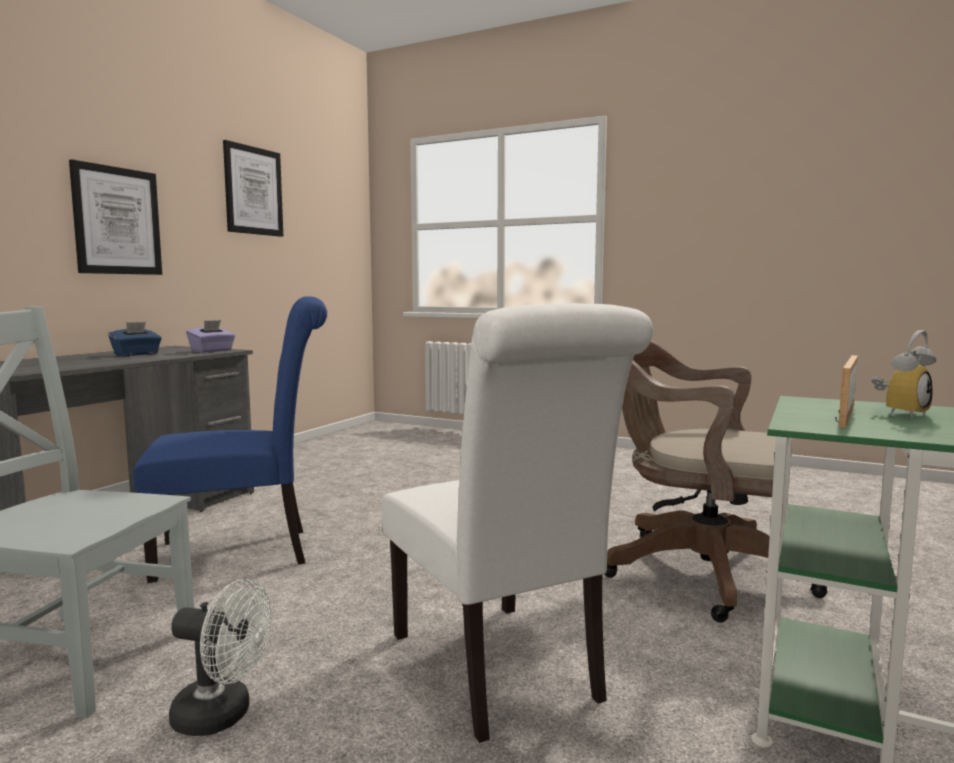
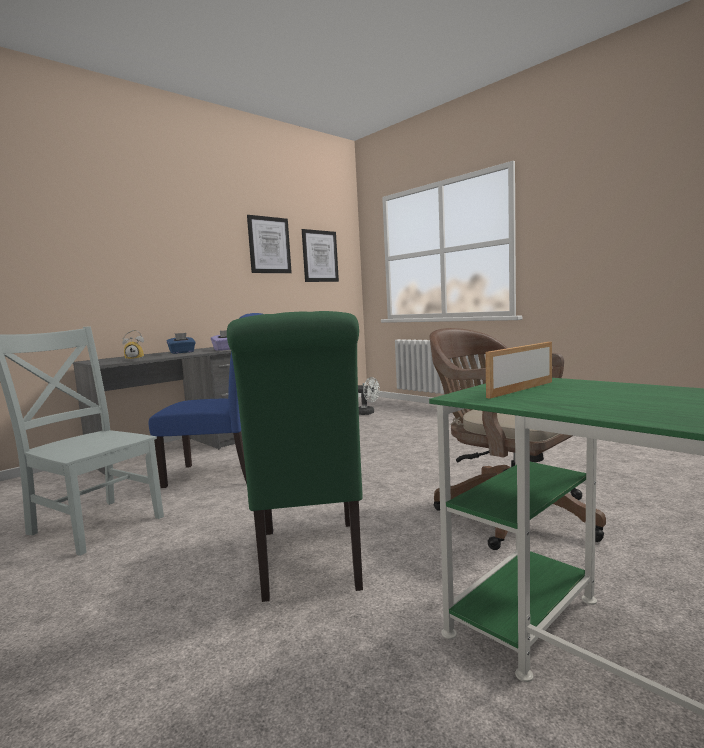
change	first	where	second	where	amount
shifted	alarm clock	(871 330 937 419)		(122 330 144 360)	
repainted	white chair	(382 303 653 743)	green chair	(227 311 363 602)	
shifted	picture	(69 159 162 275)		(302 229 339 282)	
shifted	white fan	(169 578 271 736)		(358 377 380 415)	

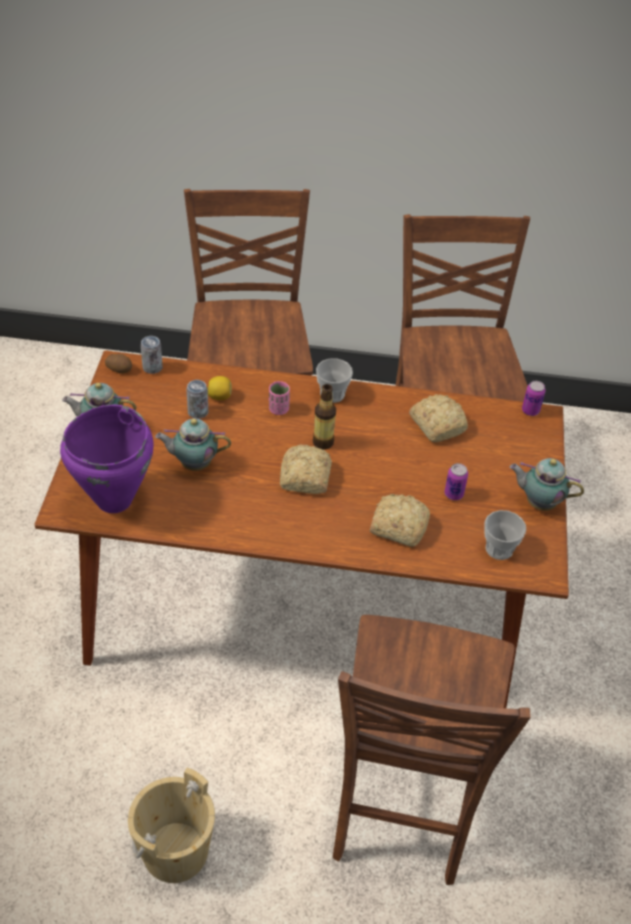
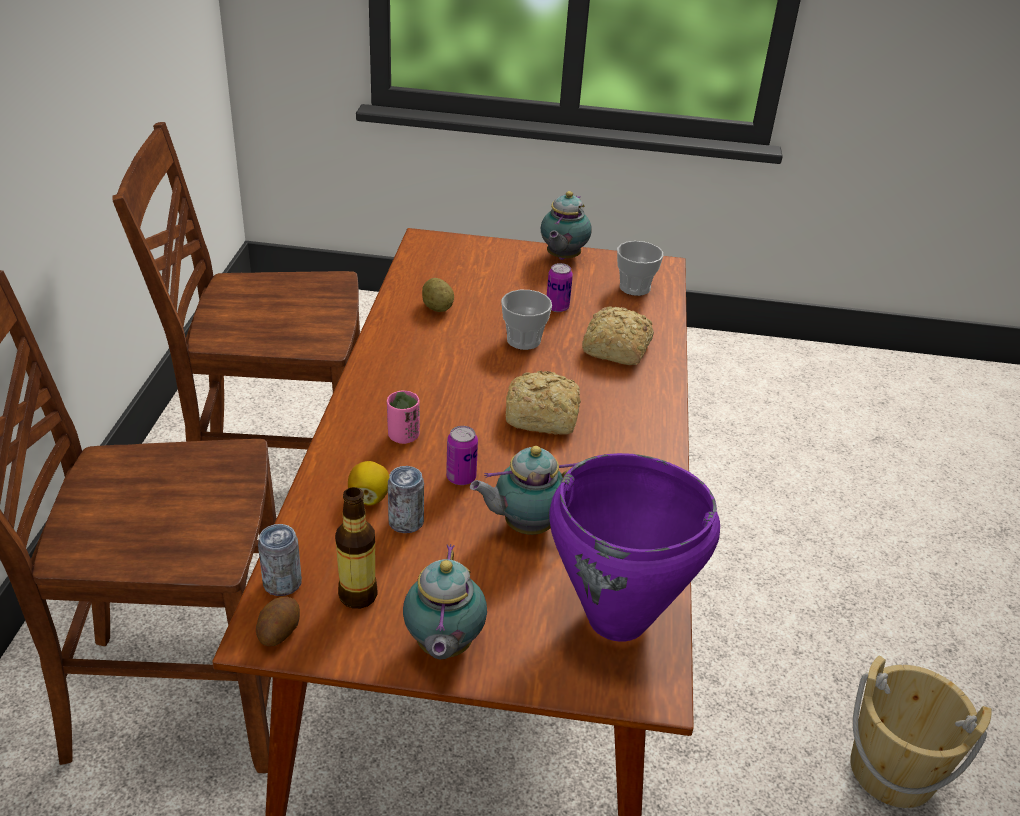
change	first	where	second	where	amount
shifted	bottle	(313 384 336 450)		(335 487 378 609)	
swapped	bread	(409 394 468 442)	potato	(422 278 454 312)	
shifted	can	(522 381 546 416)		(446 426 478 485)	
rotated	teapot	(155 418 231 471)		(470 446 580 535)	75 degrees clockwise
shifted	cup	(316 358 353 403)		(501 290 552 350)	
gone	brown chair	(333 615 531 885)			

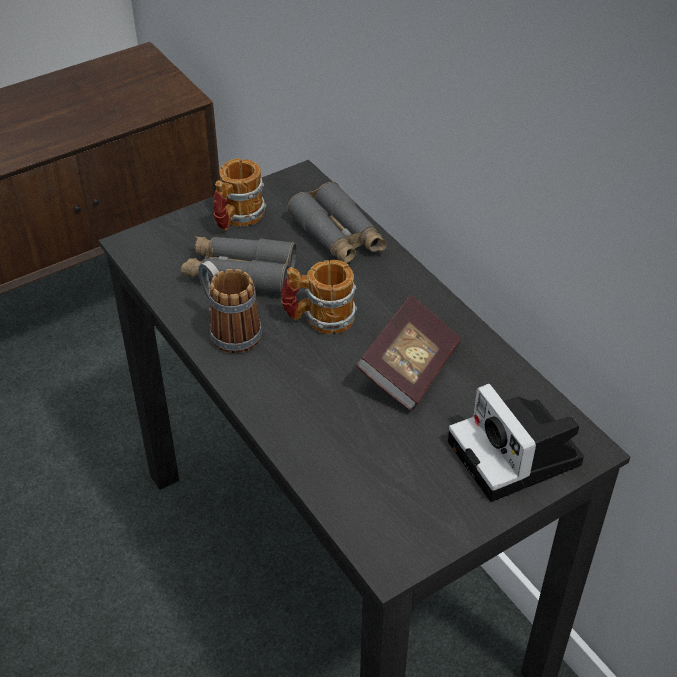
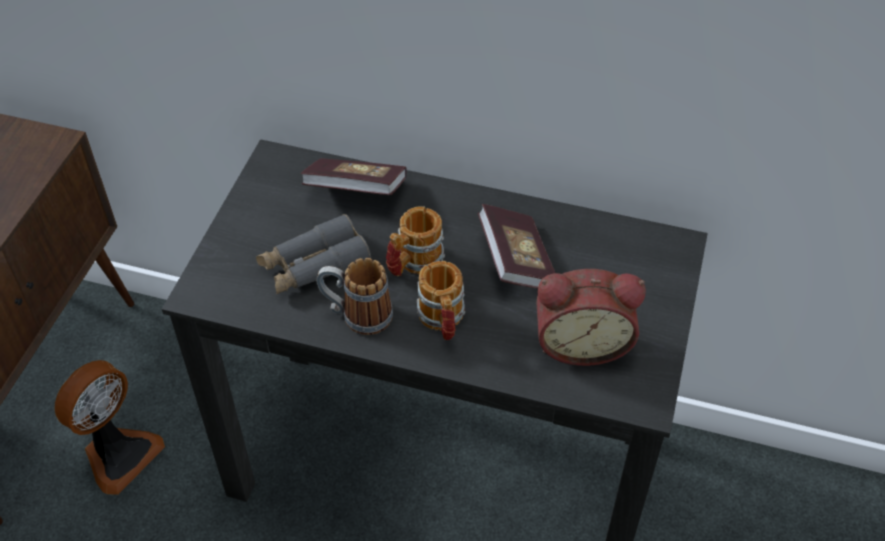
change	first	where	second	where	amount
new			fan	(54 360 165 495)	
swapped	grey binoculars	(287 182 387 263)	book	(301 158 407 195)	
shifted	mug	(213 158 266 231)		(417 261 465 340)	
new			alarm clock	(537 269 646 366)	
gone	photo camera	(448 384 584 502)			

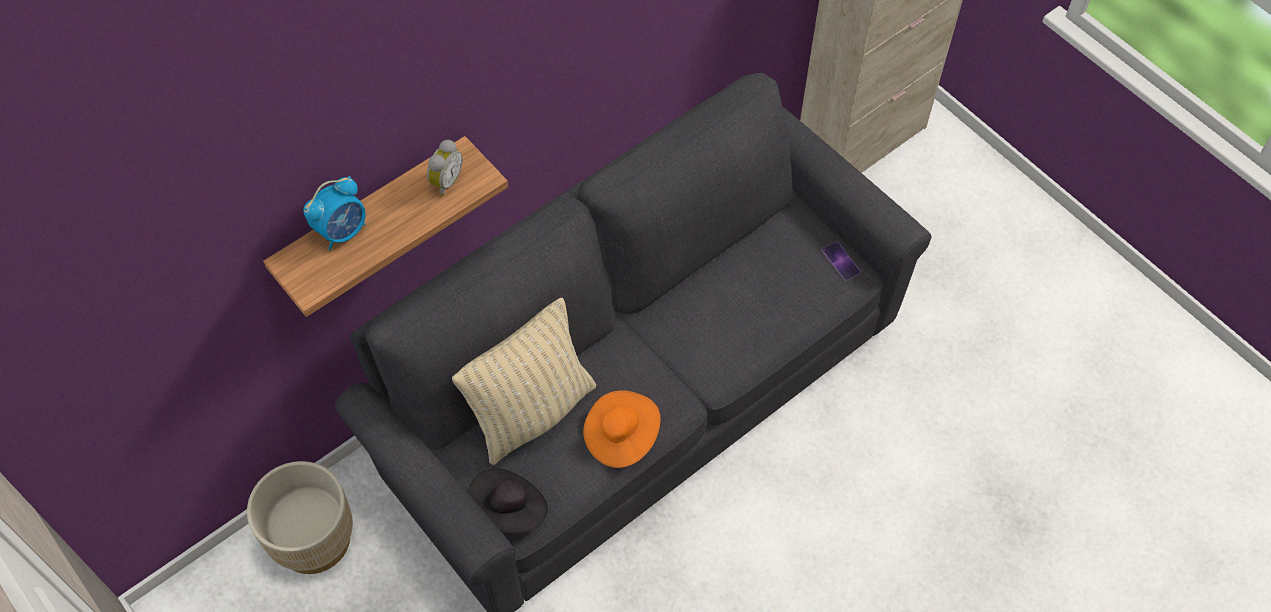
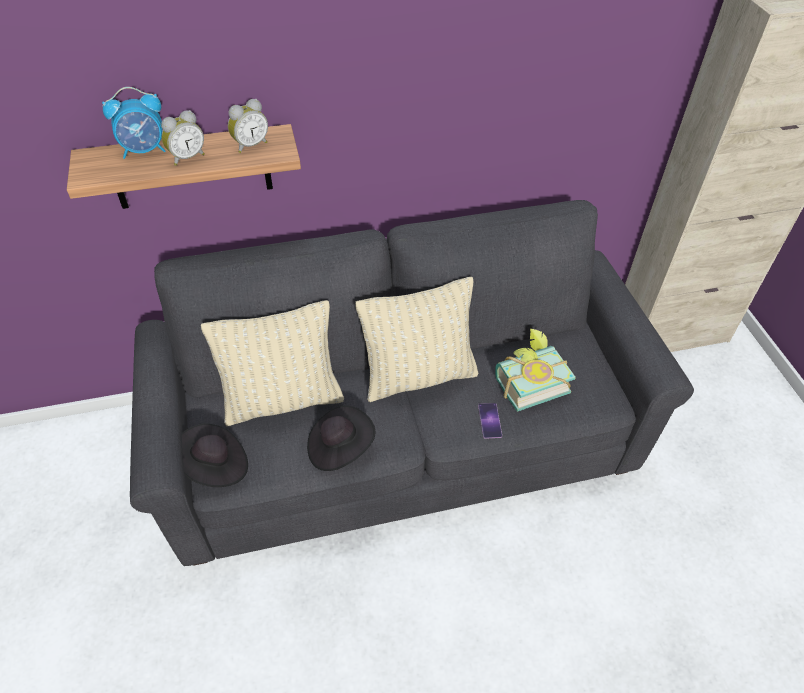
change	first	where	second	where	amount
new			alarm clock	(161 110 205 166)	
repainted	orange hat	(583 391 661 468)	black hat	(307 405 375 471)	
new			beige pillow	(355 277 478 402)	
shifted	phone	(822 242 861 281)		(478 403 502 439)	
new			book	(495 329 576 412)	
gone	beige planter	(247 461 353 574)			

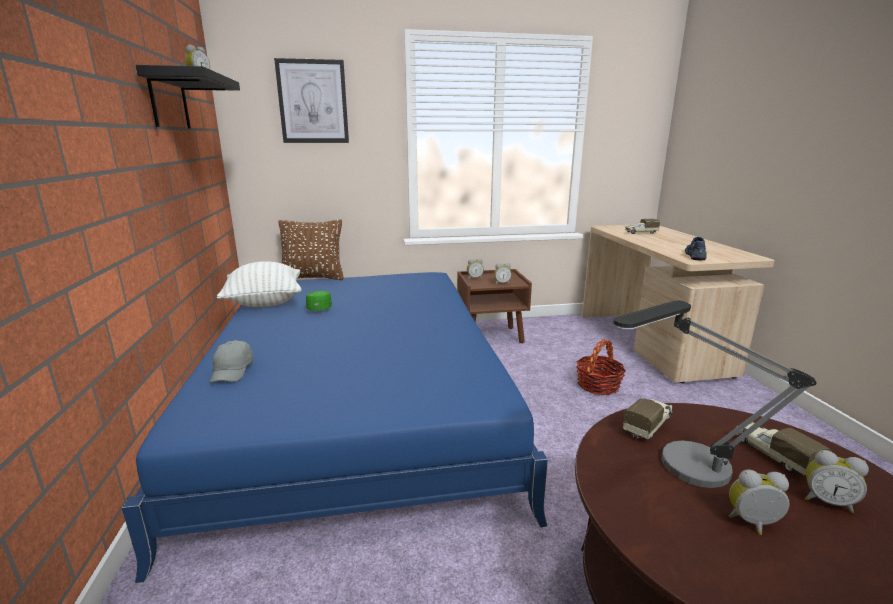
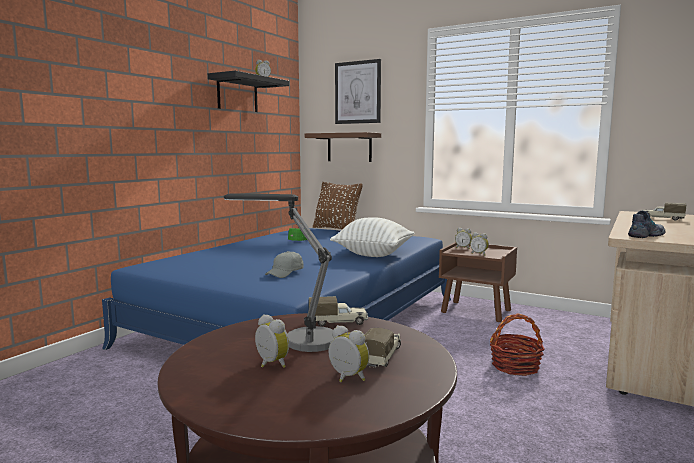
change	first	where	second	where	amount
shifted	grey cap	(210 340 254 383)		(265 251 304 278)	
new			brown shelf	(305 132 381 162)	
rotated	alarm clock	(805 450 869 513)		(329 325 369 382)	150 degrees clockwise
shifted	white pillow	(217 261 302 307)		(330 217 414 257)	

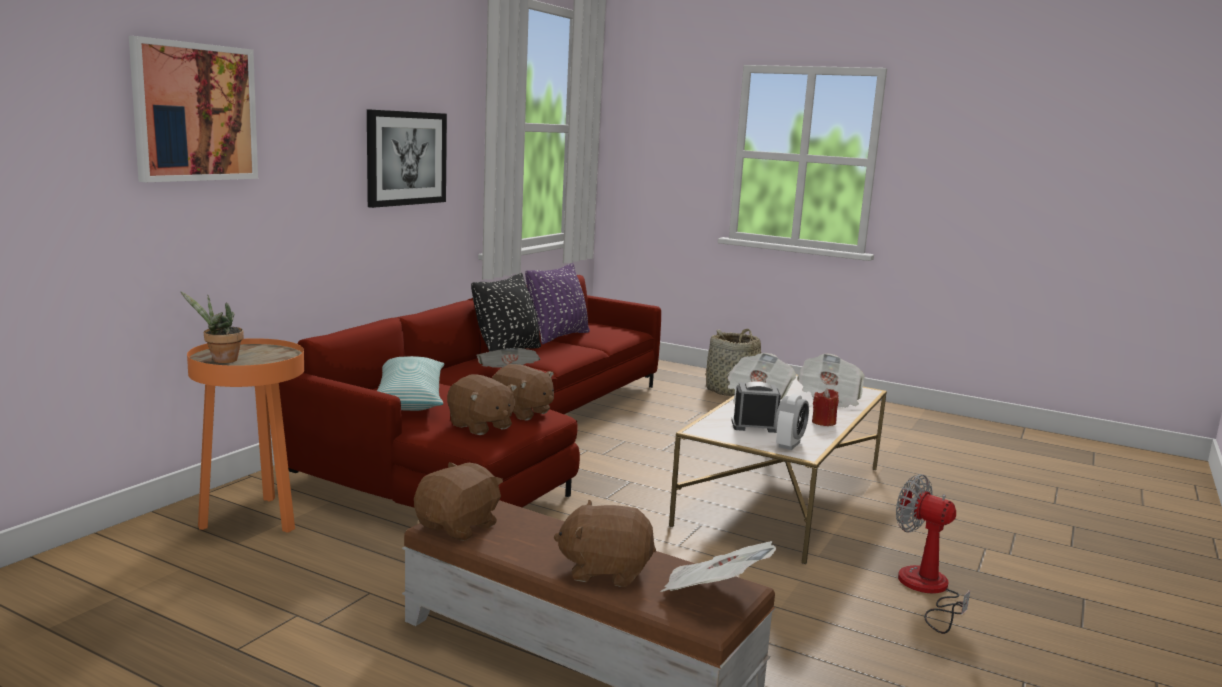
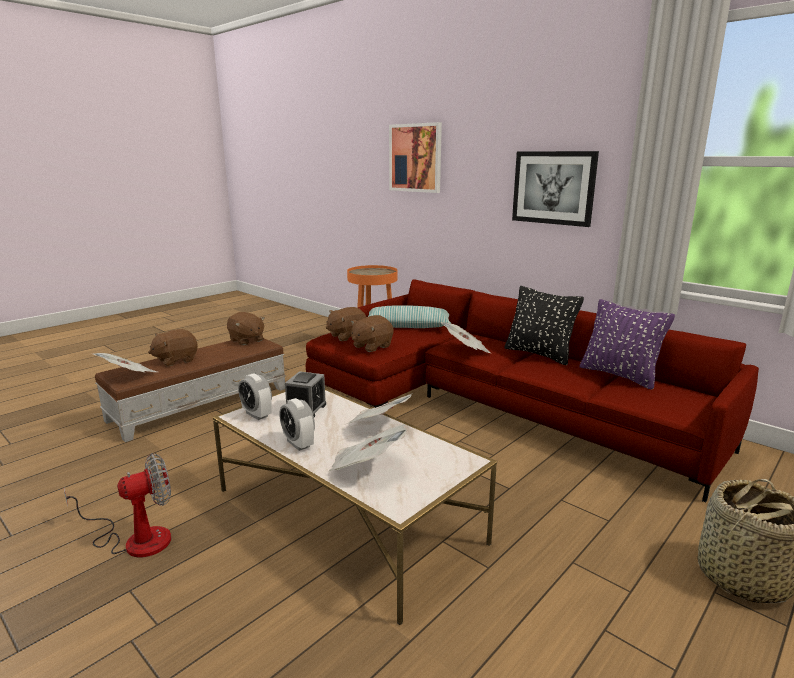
change	first	where	second	where	amount
rotated	brown plush toy	(554 500 656 587)		(148 329 198 367)	150 degrees counterclockwise
swapped	red candle	(812 389 839 426)	alarm clock	(279 398 315 451)	
gone	potted plant	(181 292 244 363)			

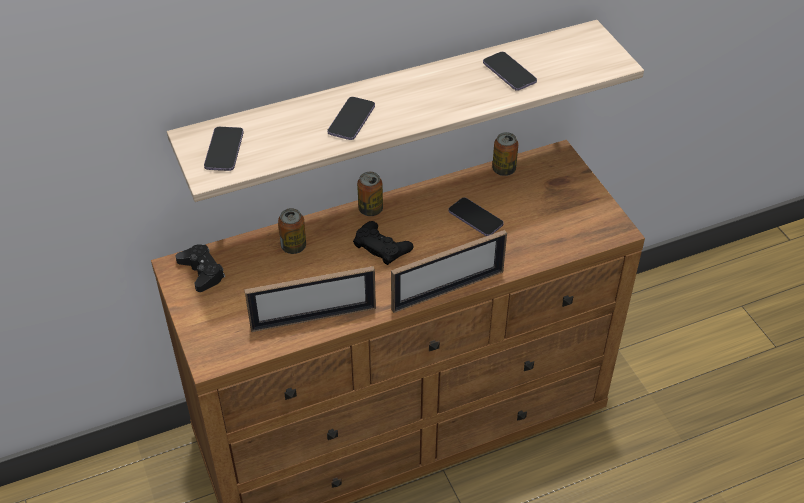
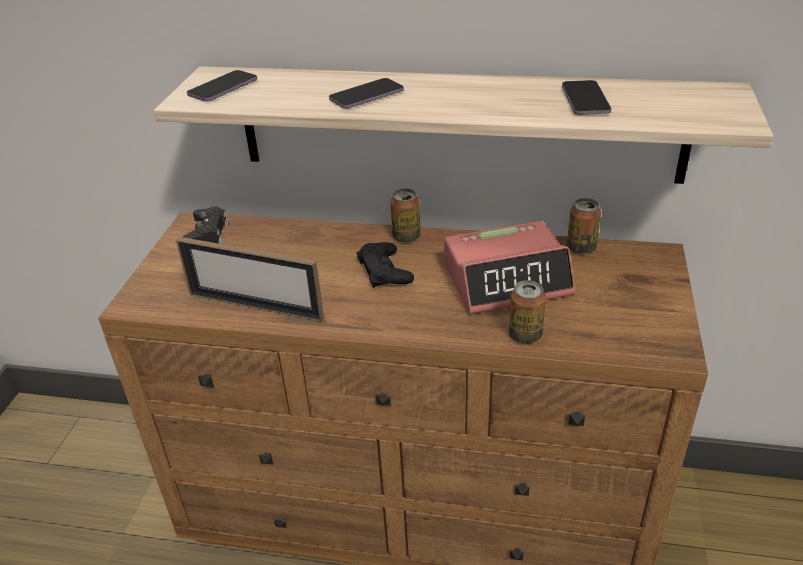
change	first	where	second	where	amount
swapped	phone	(448 197 504 236)	alarm clock	(444 221 575 314)	
shifted	can	(278 208 306 254)		(508 280 546 343)	
gone	picture frame	(391 230 507 313)			

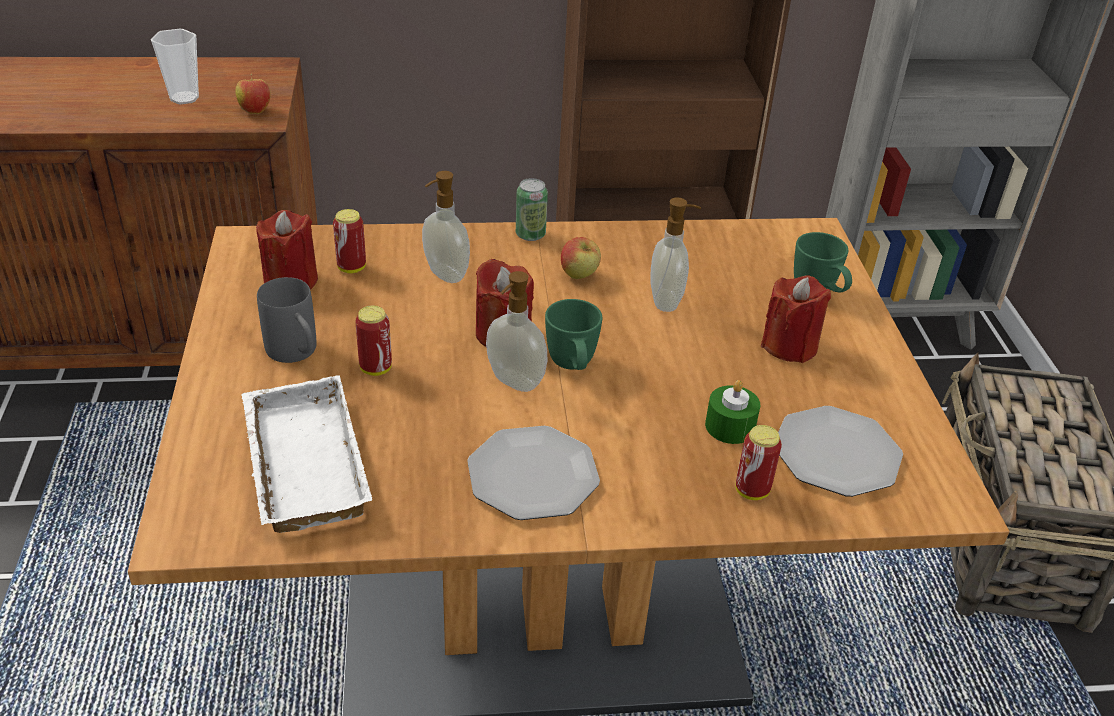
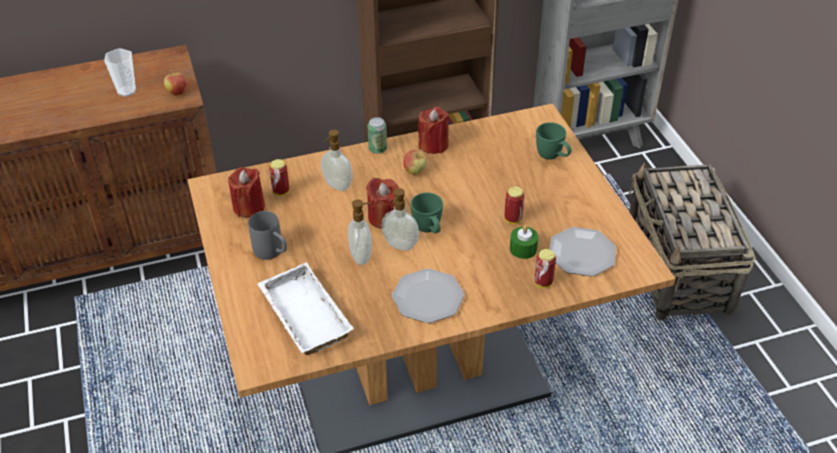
change	first	where	second	where	amount
shifted	soap dispenser	(650 197 701 312)		(348 199 372 265)	
shifted	red candle	(761 275 831 363)		(418 107 449 154)	
shifted	can	(355 305 392 376)		(504 186 525 224)	

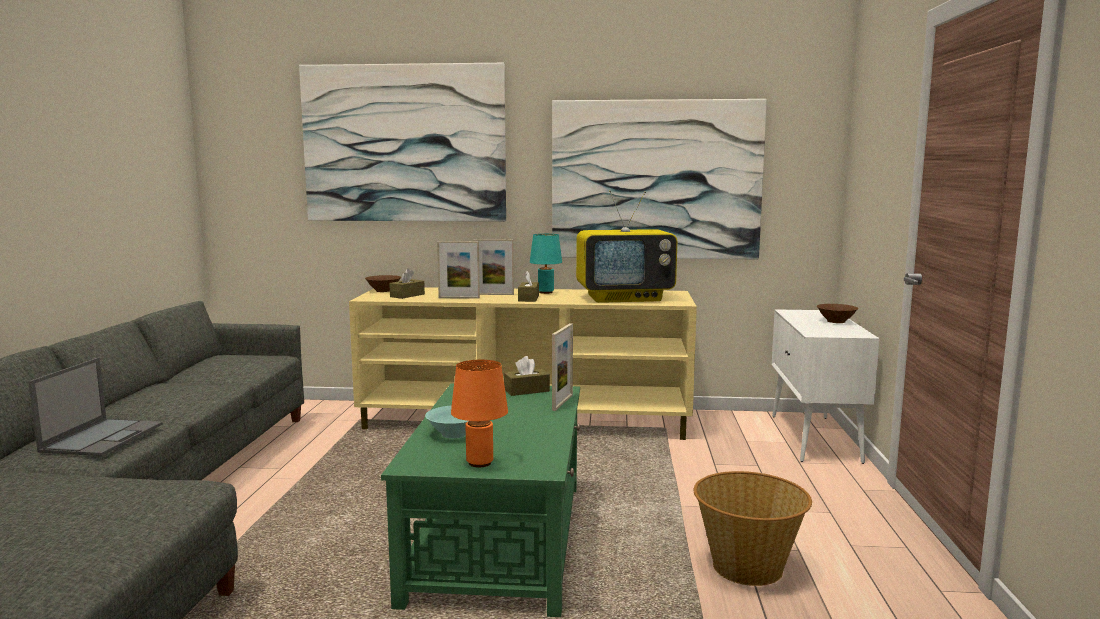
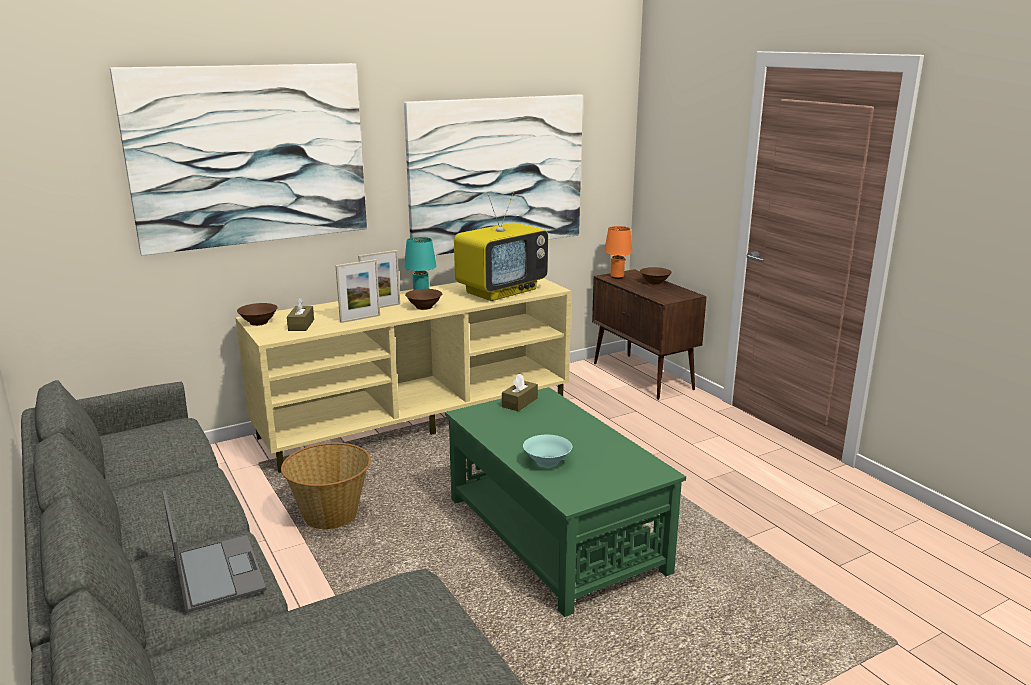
change	first	where	second	where	amount
shifted	basket	(694 471 812 586)		(281 443 371 529)	
swapped	brown tissue box	(518 271 539 302)	brown bowl	(405 289 442 310)	
repainted	white cabinet	(772 309 880 464)	brown cabinet	(592 269 707 400)	
shifted	orange table lamp	(451 360 508 467)		(604 226 632 279)	
gone	picture frame	(552 323 573 411)			

